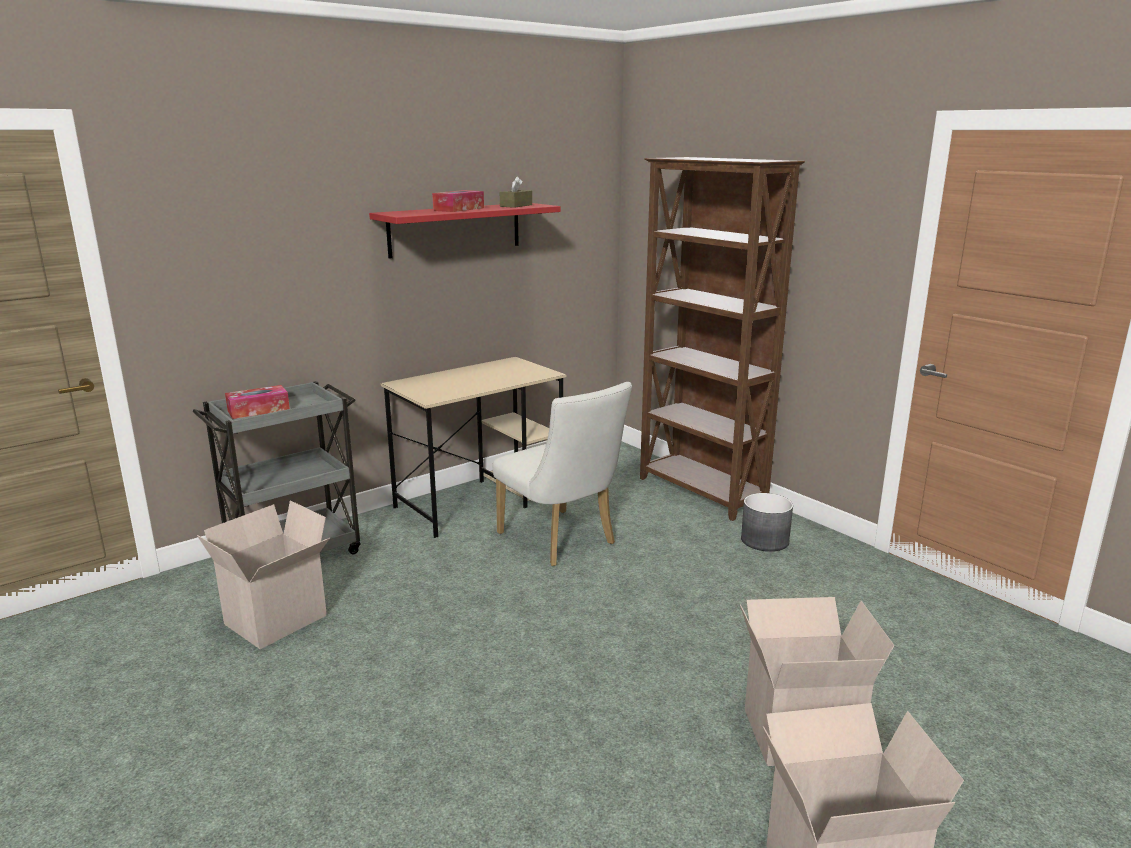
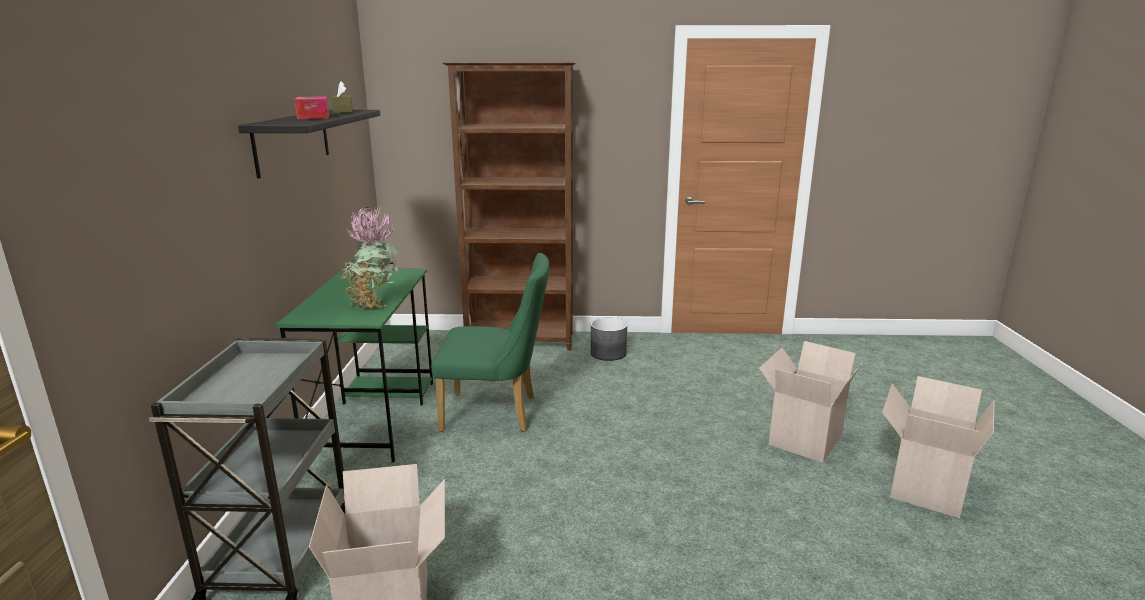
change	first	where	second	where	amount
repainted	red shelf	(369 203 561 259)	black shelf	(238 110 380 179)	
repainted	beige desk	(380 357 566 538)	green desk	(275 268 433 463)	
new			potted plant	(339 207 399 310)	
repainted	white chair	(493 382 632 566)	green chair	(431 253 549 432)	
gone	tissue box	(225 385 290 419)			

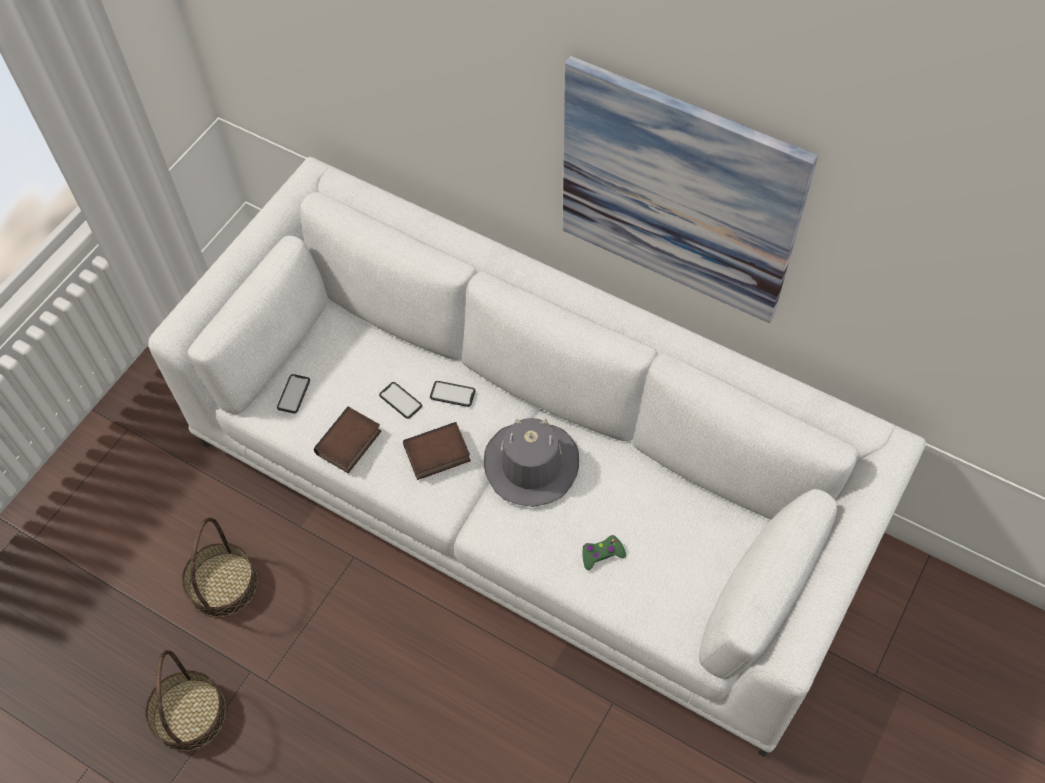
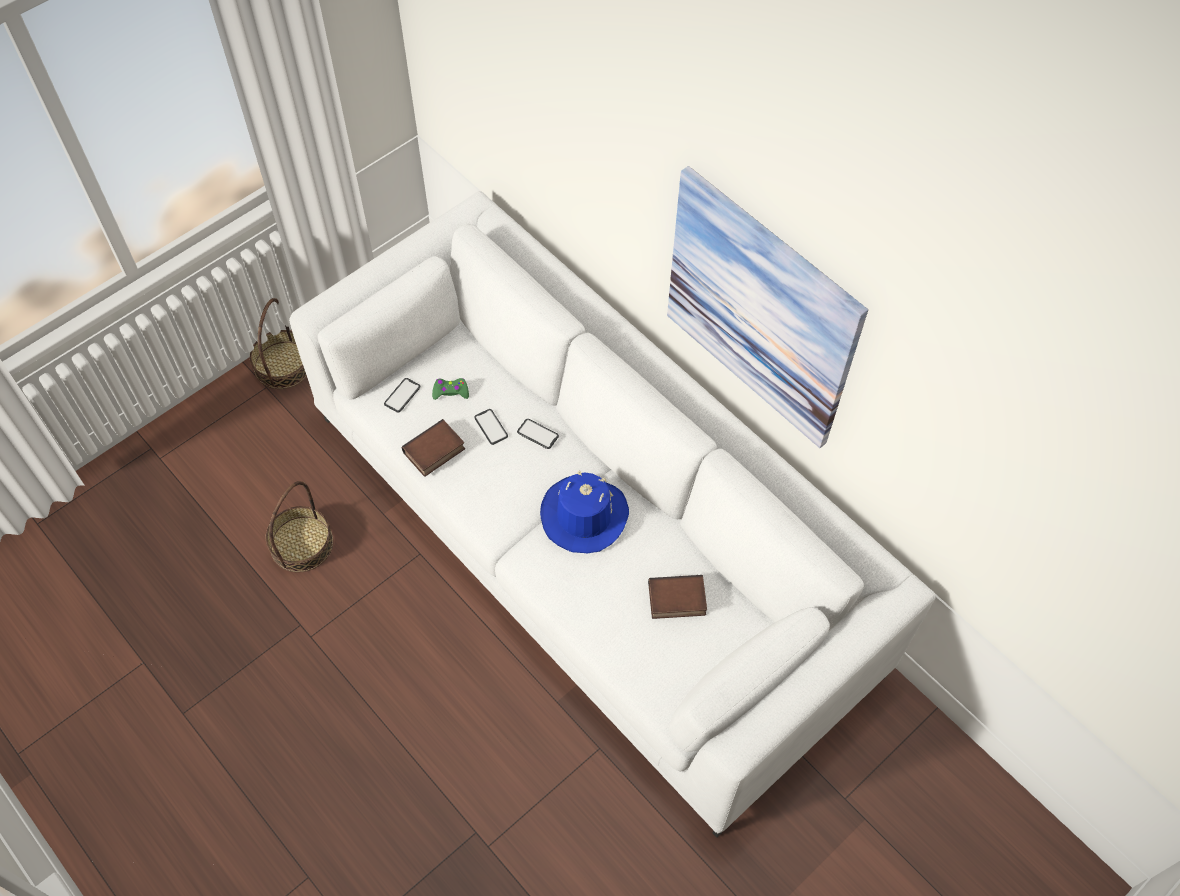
change	first	where	second	where	amount
shifted	basket	(145 650 227 752)		(250 298 307 389)	
shifted	green game controller	(582 535 626 570)		(432 378 469 400)	
repainted	grey hat	(484 418 579 507)	blue hat	(540 470 629 553)	
shifted	book	(403 422 471 480)		(648 575 707 619)	

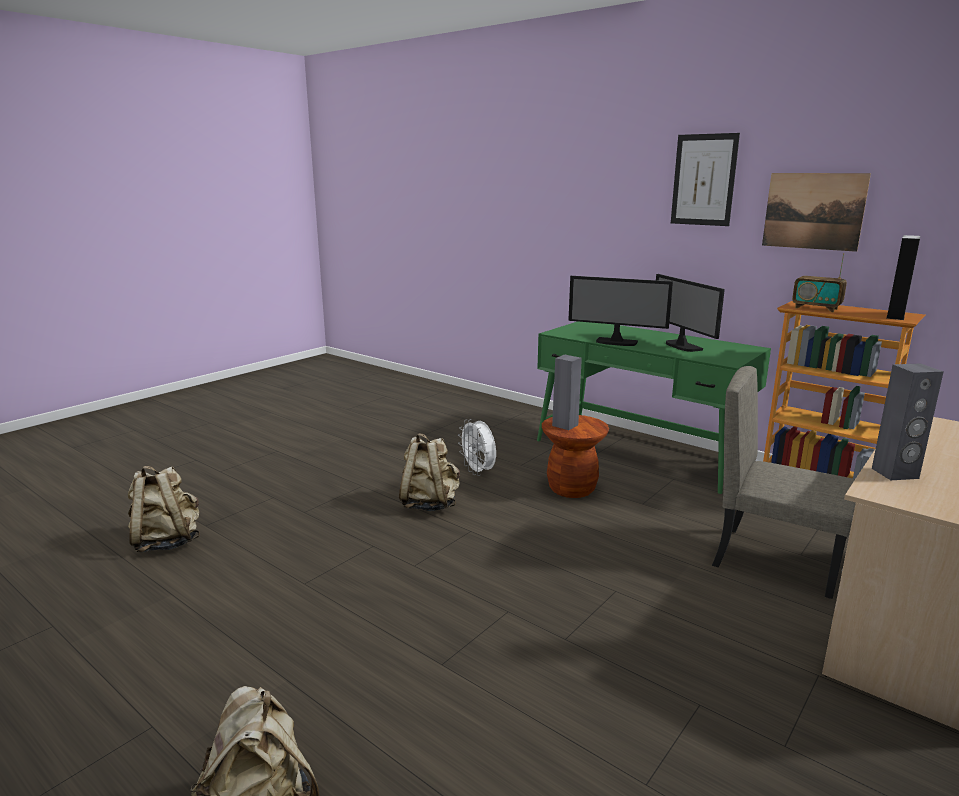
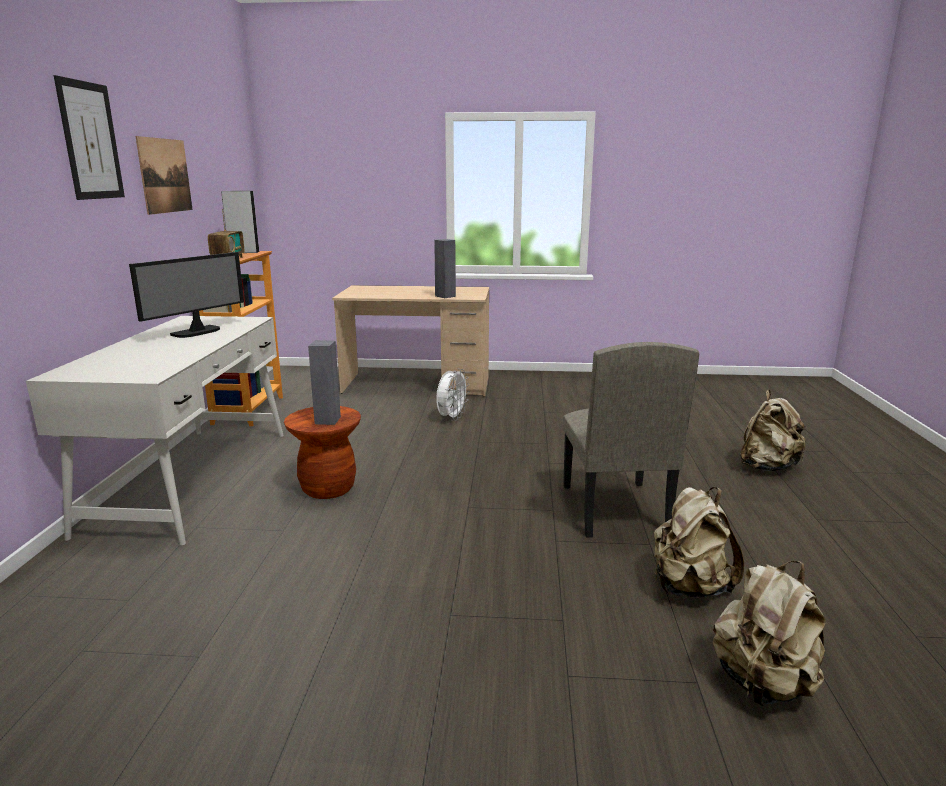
change	first	where	second	where	amount
repainted	green desk	(537 321 771 494)	white desk	(26 316 284 545)	
shifted	white fan	(458 419 496 476)		(436 369 470 421)	
shifted	beige chair	(712 366 856 599)		(563 342 699 538)	
shifted	beige backpack	(399 433 460 511)		(654 487 744 598)	
gone	monitor	(568 276 673 346)			

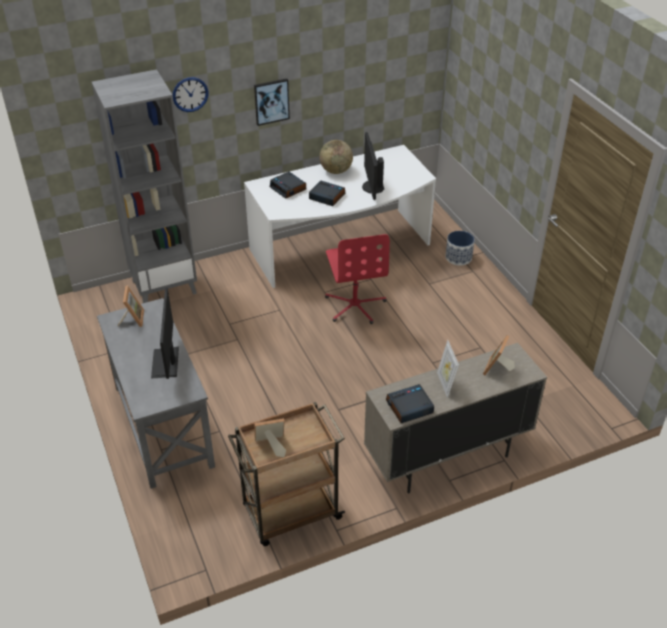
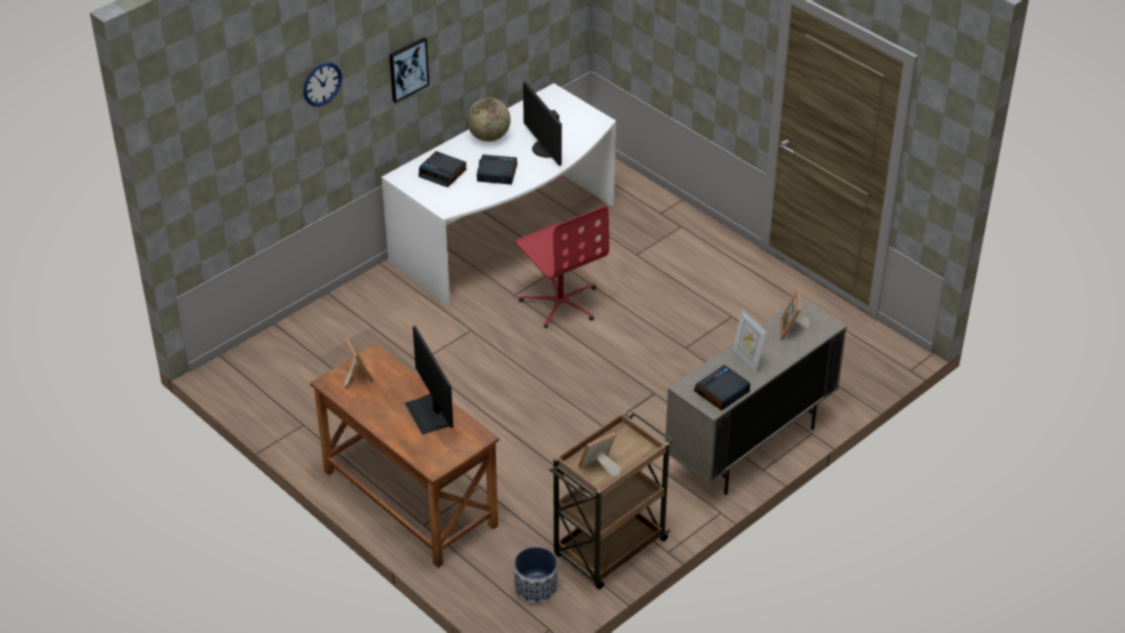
change	first	where	second	where	amount
repainted	grey desk	(97 298 215 489)	brown desk	(310 344 499 568)	
shifted	planter	(445 231 475 266)		(514 547 557 604)	
gone	grey bookcase	(92 69 197 303)			

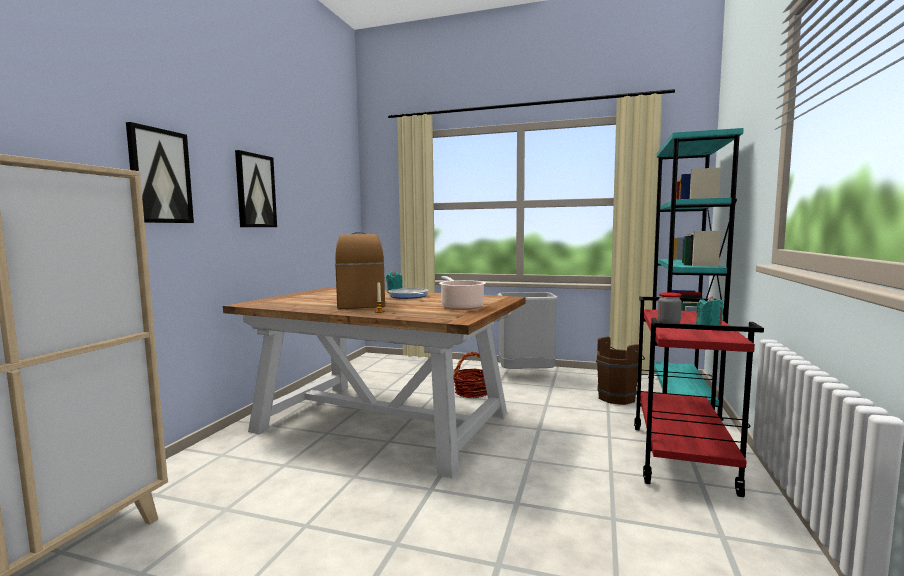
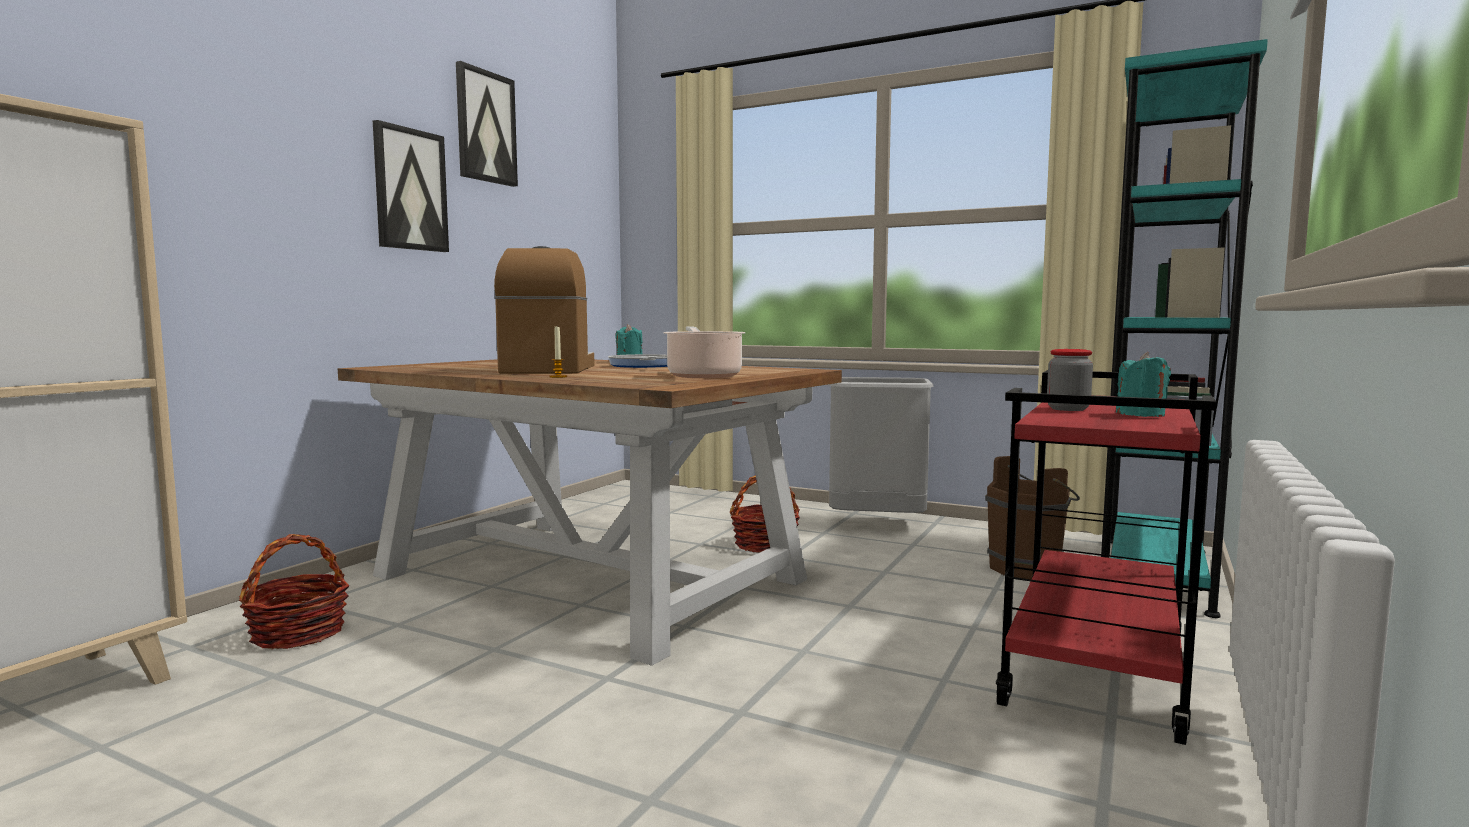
change	first	where	second	where	amount
new			basket	(239 534 350 650)	
shifted	picture	(126 122 194 223)		(456 61 518 187)	

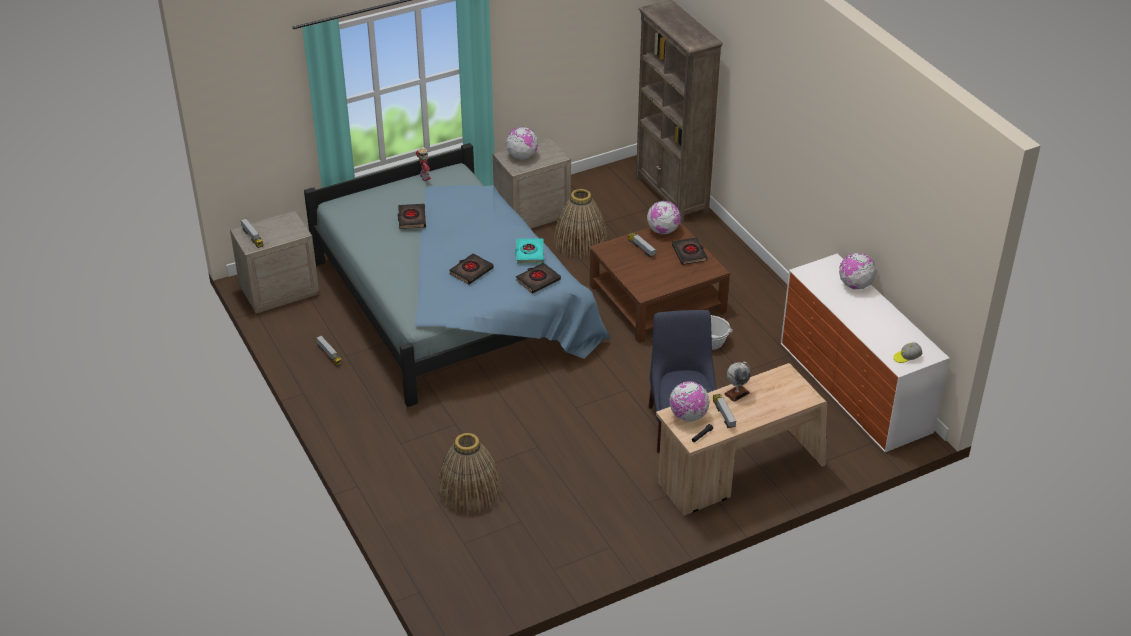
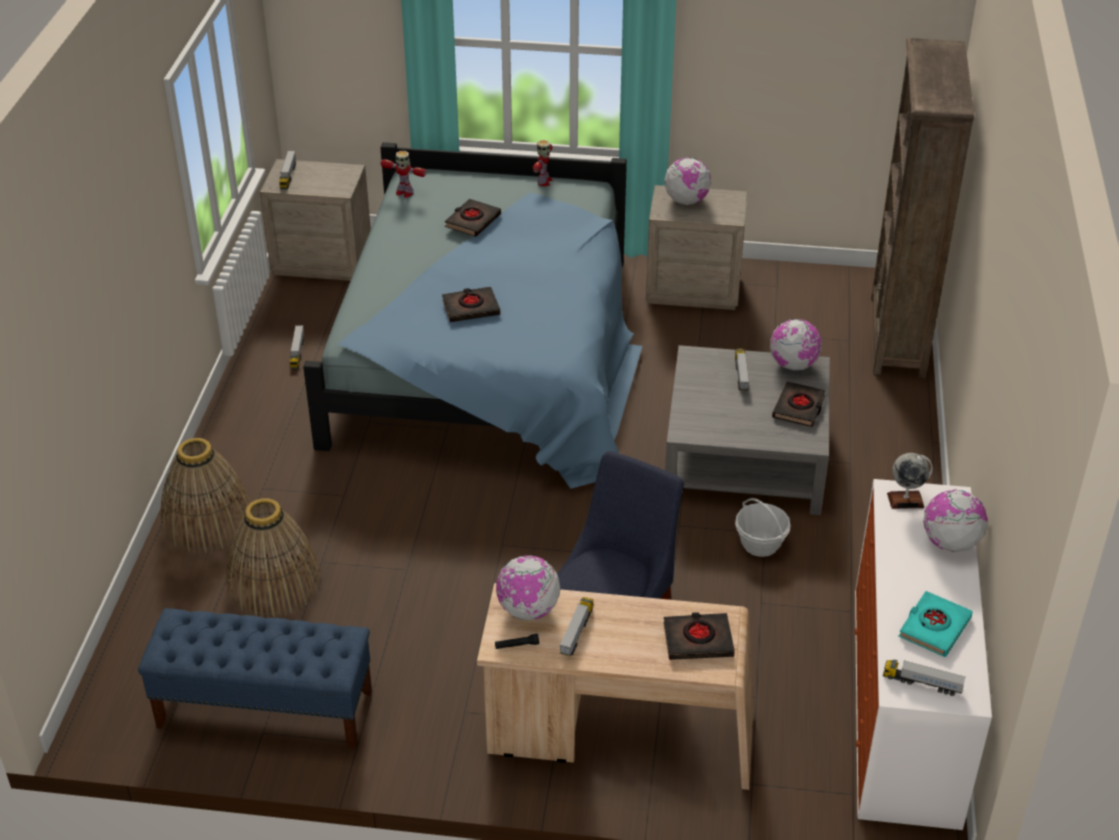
change	first	where	second	where	amount
new			blue bench	(138 608 372 749)	
shifted	basket	(553 189 608 259)		(161 438 253 553)	
new			toy robot	(381 151 427 198)	
shifted	black book	(516 262 561 294)		(664 612 735 660)	
repainted	brown coffee table	(590 222 730 343)	grey coffee table	(665 345 830 515)	
swapped	cap	(893 342 922 363)	toy truck	(883 660 966 696)	
shifted	globe	(724 362 751 402)		(887 453 933 509)	
shifted	turquoise book	(515 238 544 264)		(898 591 973 657)	

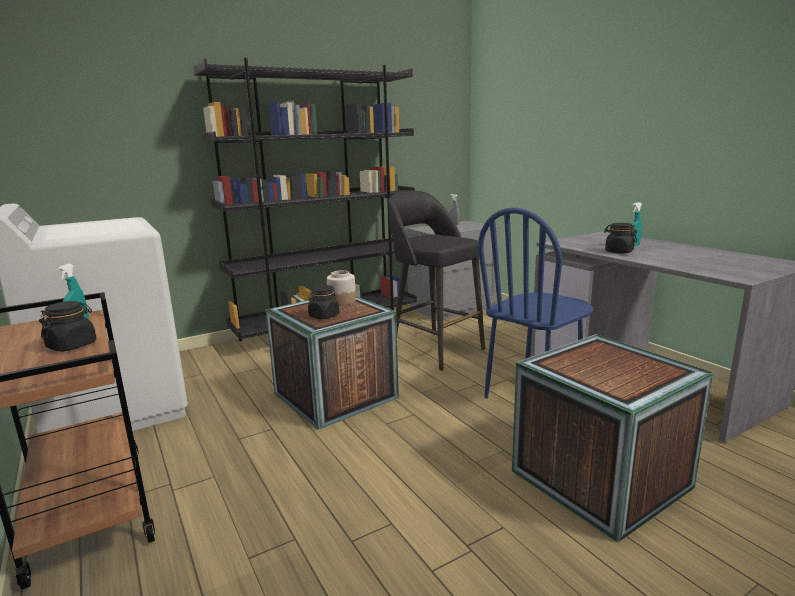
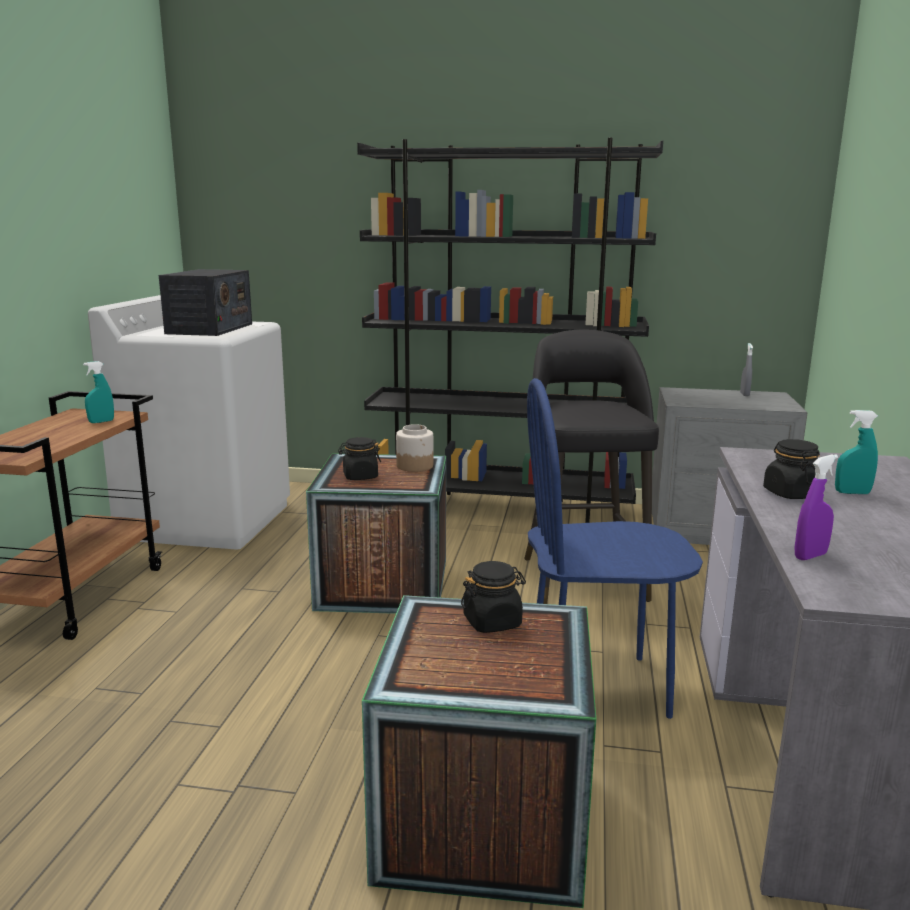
change	first	where	second	where	amount
new			radio	(159 269 252 336)	
shifted	black jar	(39 301 97 352)		(461 561 526 633)	
new			purple spray bottle	(795 454 838 560)	

